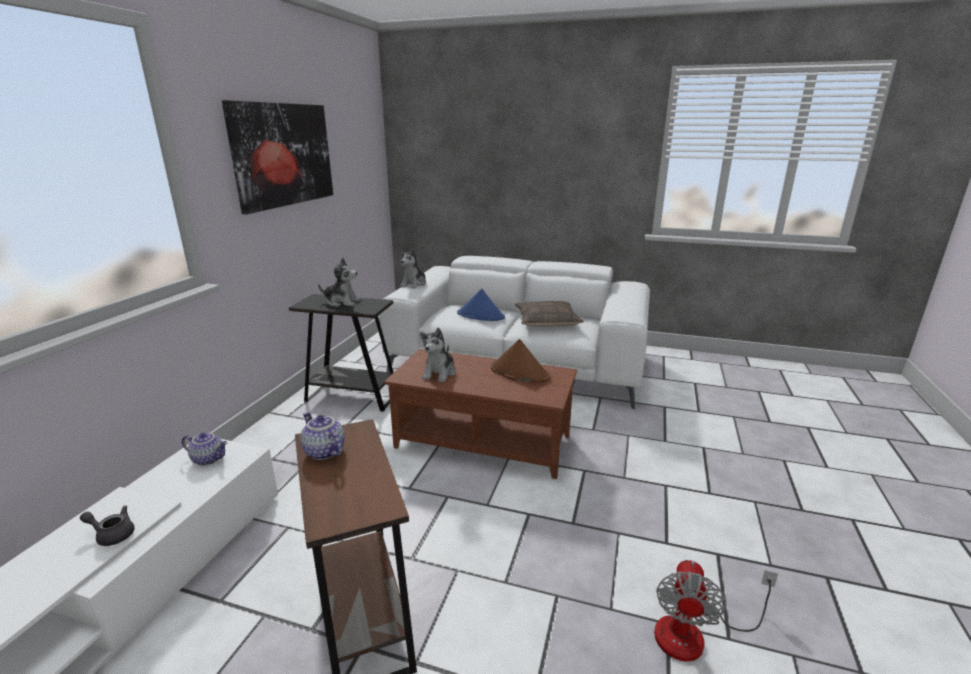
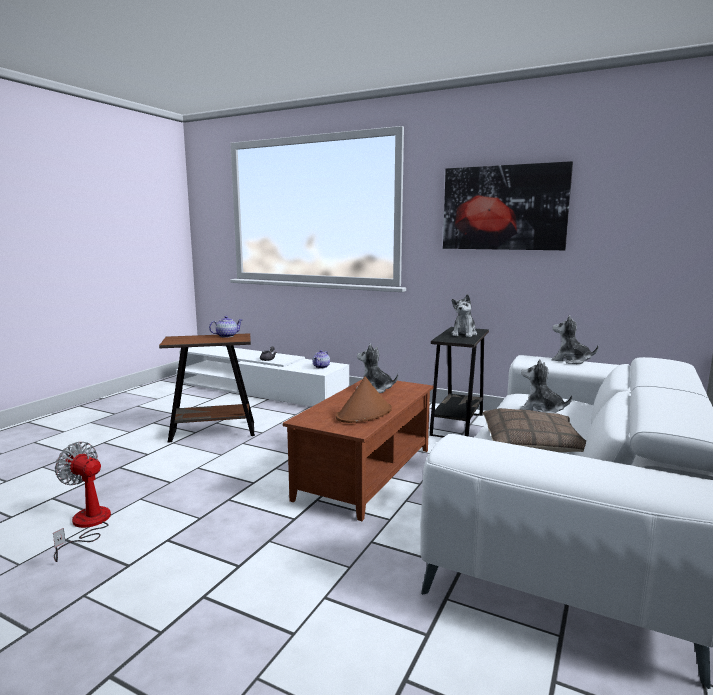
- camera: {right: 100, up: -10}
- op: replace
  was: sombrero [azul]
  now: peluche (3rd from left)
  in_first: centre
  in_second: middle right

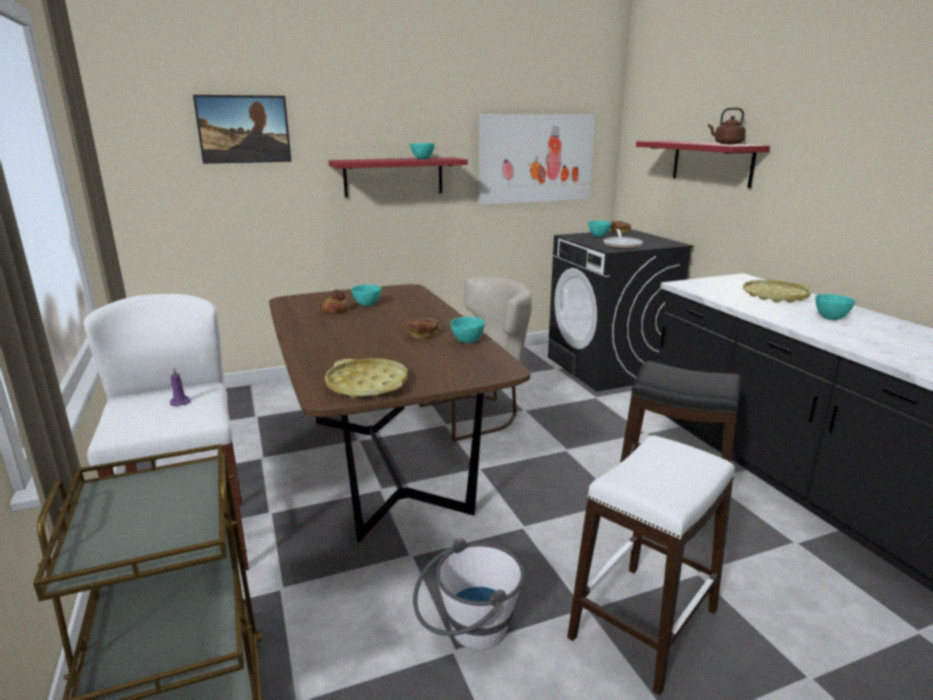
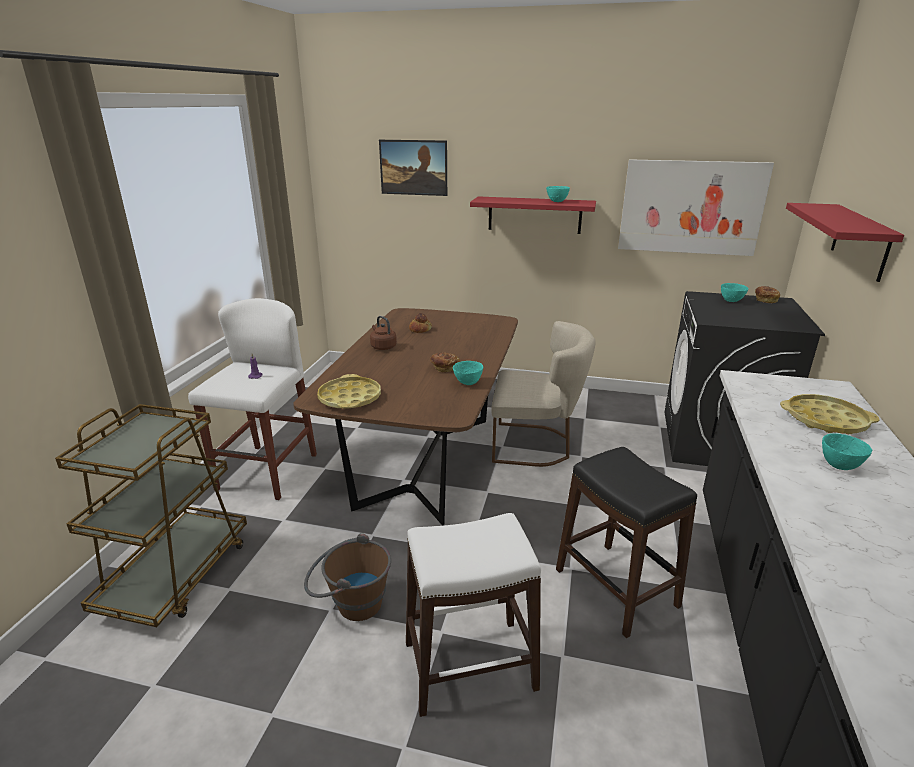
- camera: {right: 35, up: 5}
- op: move
  was: hervidor [marrón]
  in_first: top right
  in_second: centre
- op: delete
  was: sartén
  in_first: middle right
- op: delete
  was: cuenco [turquesa] (1st from left)
  in_first: centre
- op: recolor
  was: cubo [blanco]
  now: cubo [marrón]
  in_first: bottom centre
  in_second: bottom centre

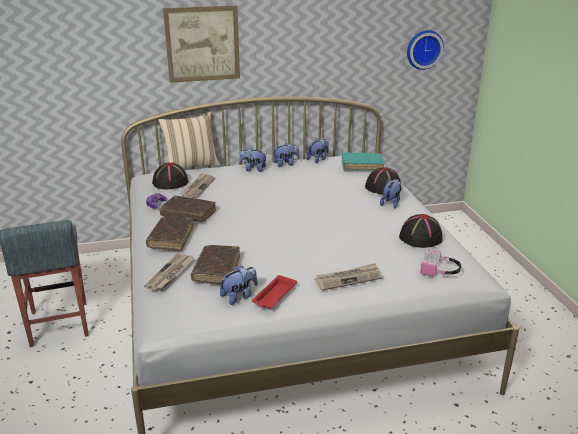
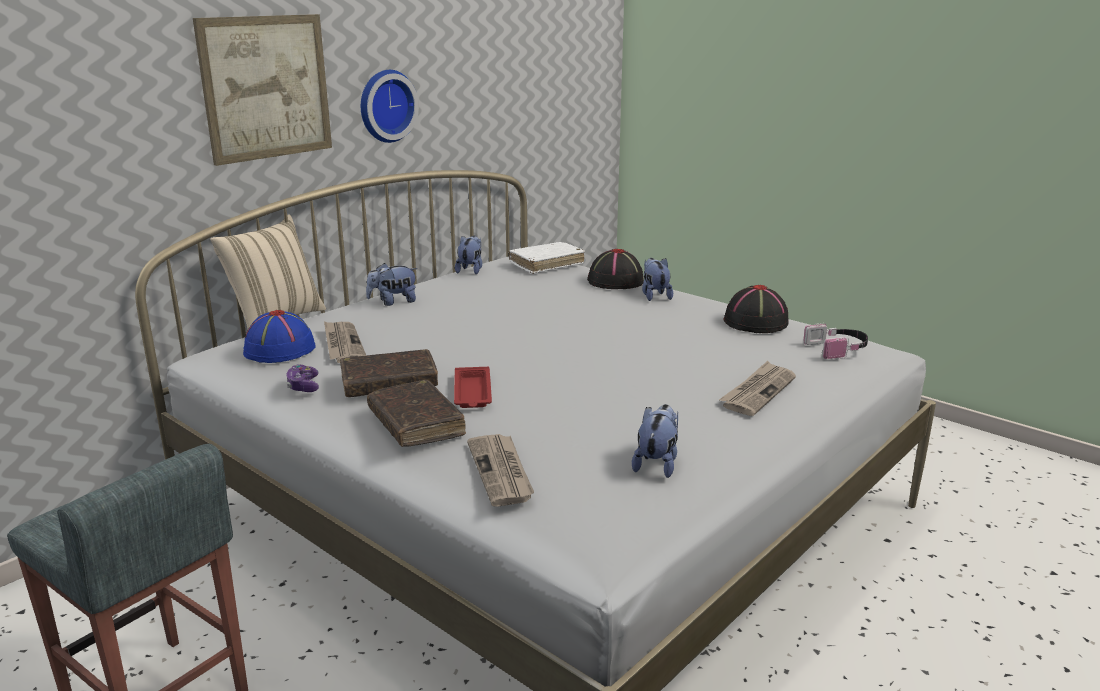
- camera: {right: -35, up: -5}
- op: move
  was: reloj de pared
  in_first: top right
  in_second: top centre
- op: delete
  was: peluche (3rd from left)
  in_first: centre
- op: recolor
  was: libro [turquesa]
  now: libro [blanco]
  in_first: centre
  in_second: centre
- op: recolor
  was: sombrero [negro] (1st from left)
  now: sombrero [azul]
  in_first: middle left
  in_second: middle left
- op: delete
  was: libro [marrón] (3rd from left)
  in_first: centre
- op: move
  was: bandeja [rojo]
  in_first: bottom centre
  in_second: centre

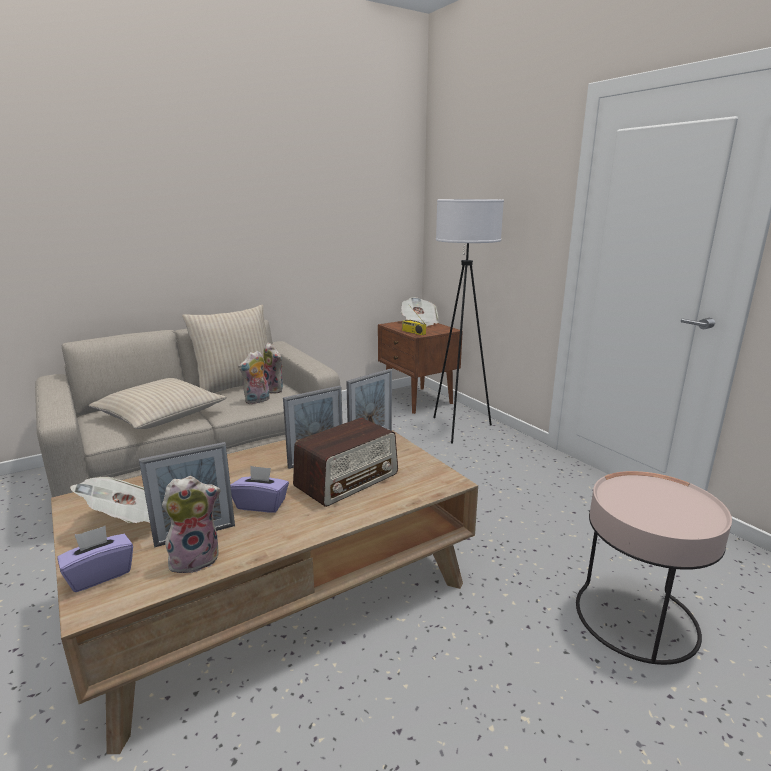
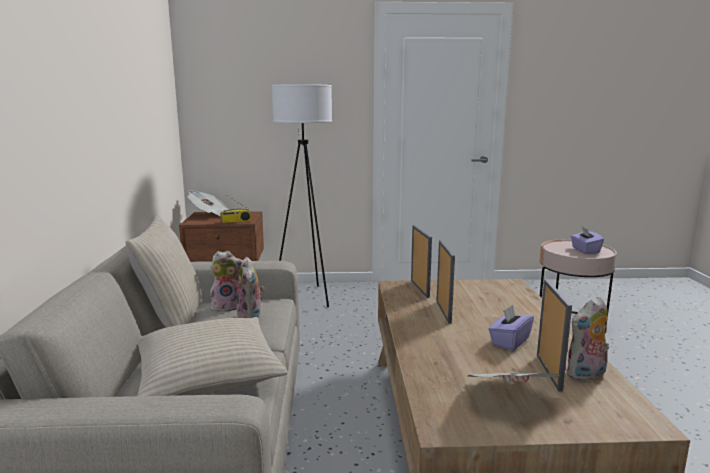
- camera: {right: -60, up: -5}
- op: delete
  was: radio (1st from left)
  in_first: centre
- op: rotate
  was: peluche (1st from left in the first image)
  in_first: bottom left
  in_second: bottom right
  clockwise: -120
- op: move
  was: caja de pañuelos [morado] (1st from left in the first image)
  now: caja de pañuelos [morado] (2nd from left)
  in_first: bottom left
  in_second: middle right

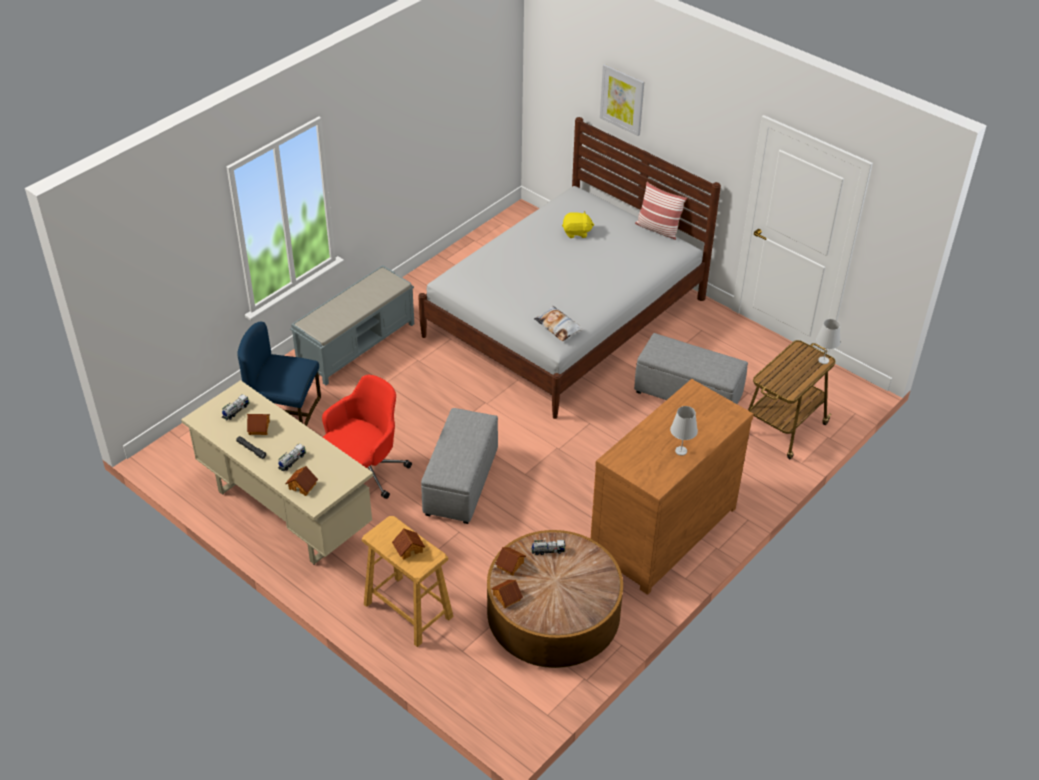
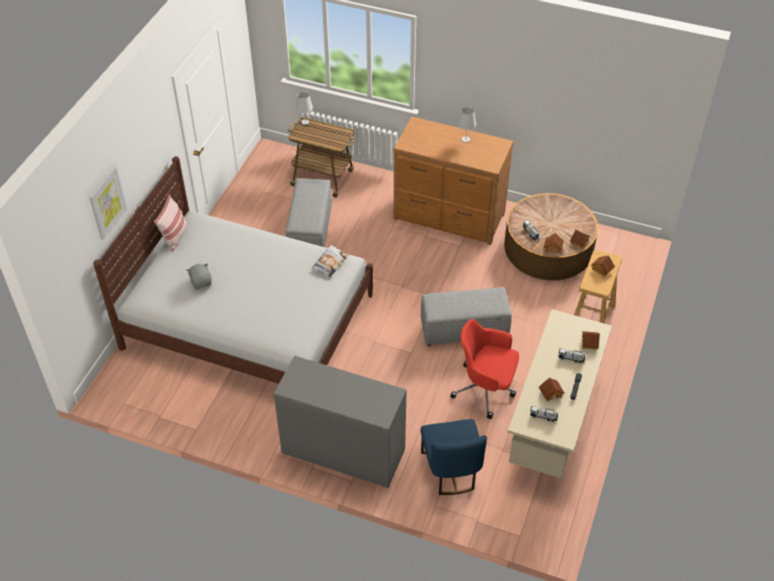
- camera: {right: -110, up: 5}
- op: recolor
  was: peluche [amarillo]
  now: peluche [gris]
  in_first: top centre
  in_second: middle left
- op: replace
  was: banco [gris]
  now: cómoda [gris]
  in_first: centre
  in_second: bottom centre

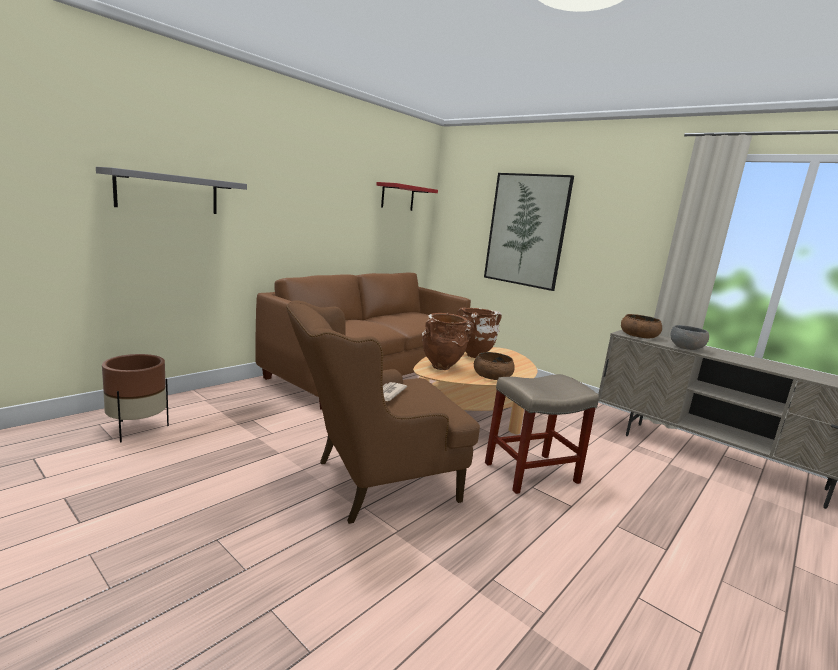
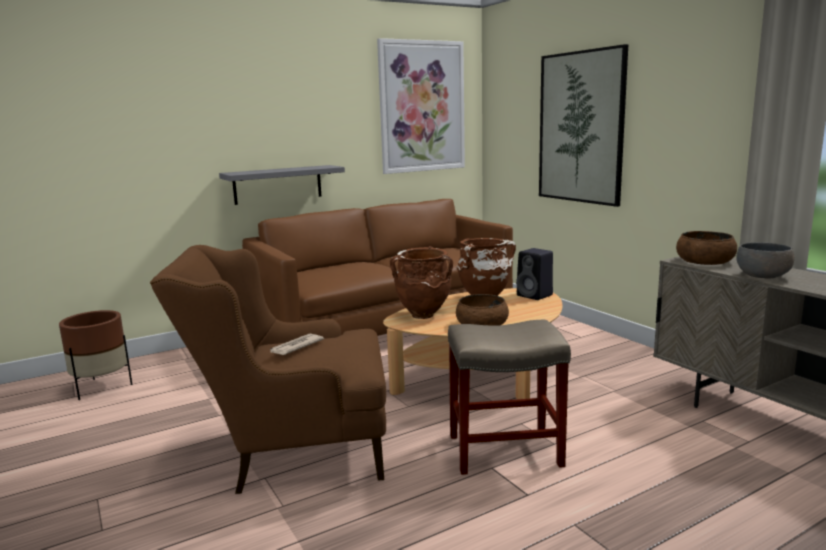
- camera: {right: 20, up: 0}
- op: move
  was: estante [gris]
  in_first: top left
  in_second: centre
- op: replace
  was: estante [rojo]
  now: cuadro (1st from left)
  in_first: top centre
  in_second: top centre
- op: insert
  now: altavoz [negro]
  in_second: centre

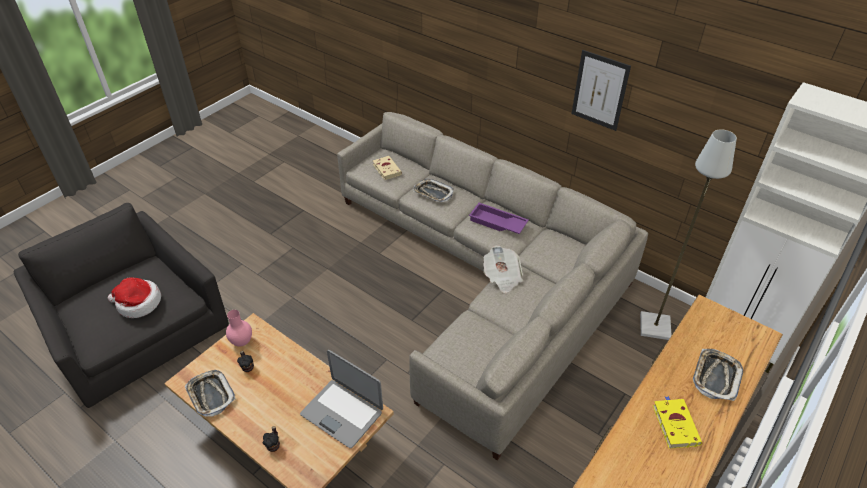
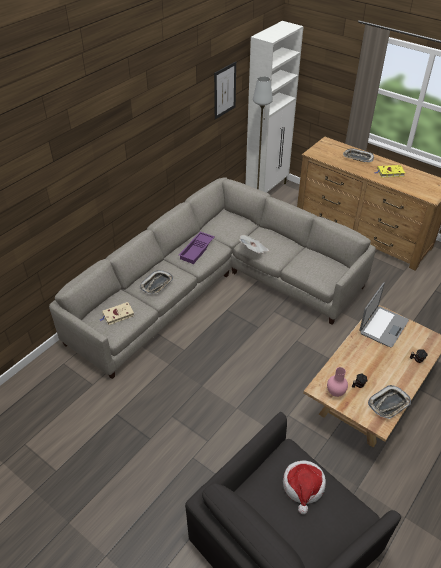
- camera: {right: -90, up: 0}
- op: move
  was: cuadro
  in_first: top right
  in_second: top centre

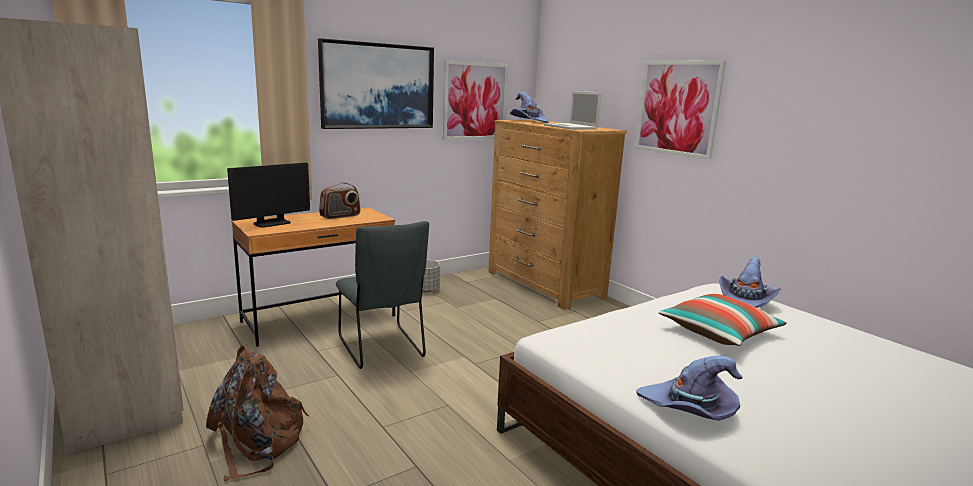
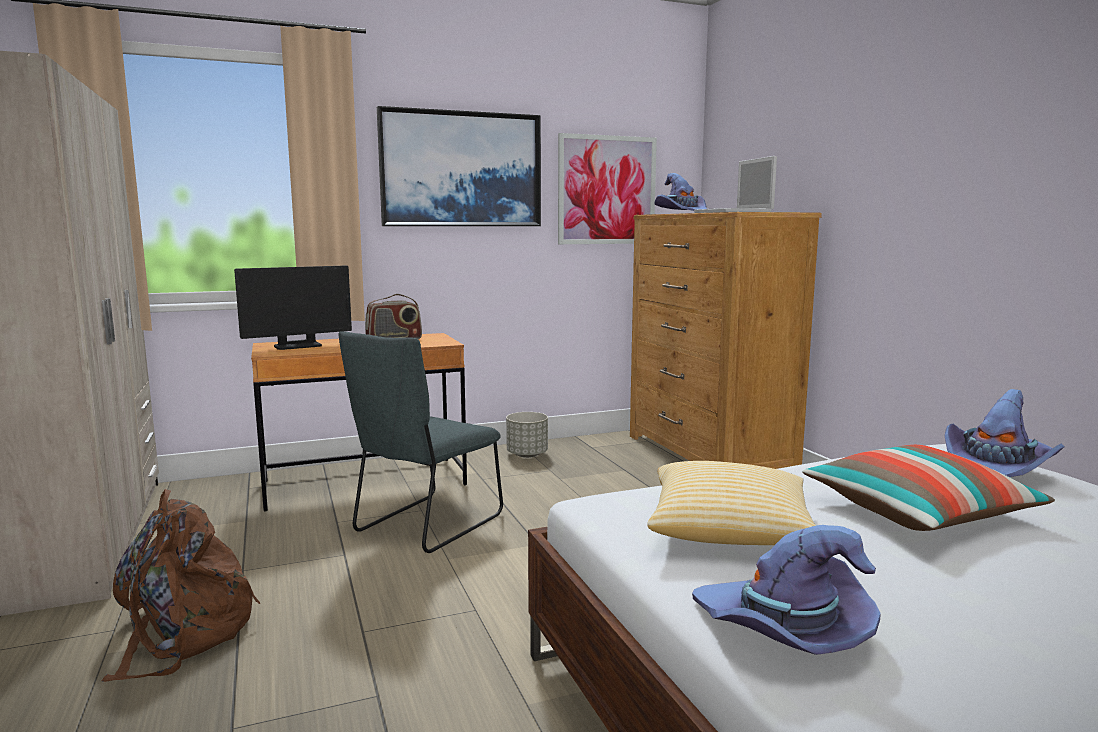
- camera: {right: 15, up: -5}
- op: delete
  was: cuadro (3rd from left)
  in_first: top right
- op: rotate
  was: silla [gris]
  in_first: centre
  in_second: centre
  clockwise: 45
- op: insert
  now: cojín (1st from left)
  in_second: bottom centre

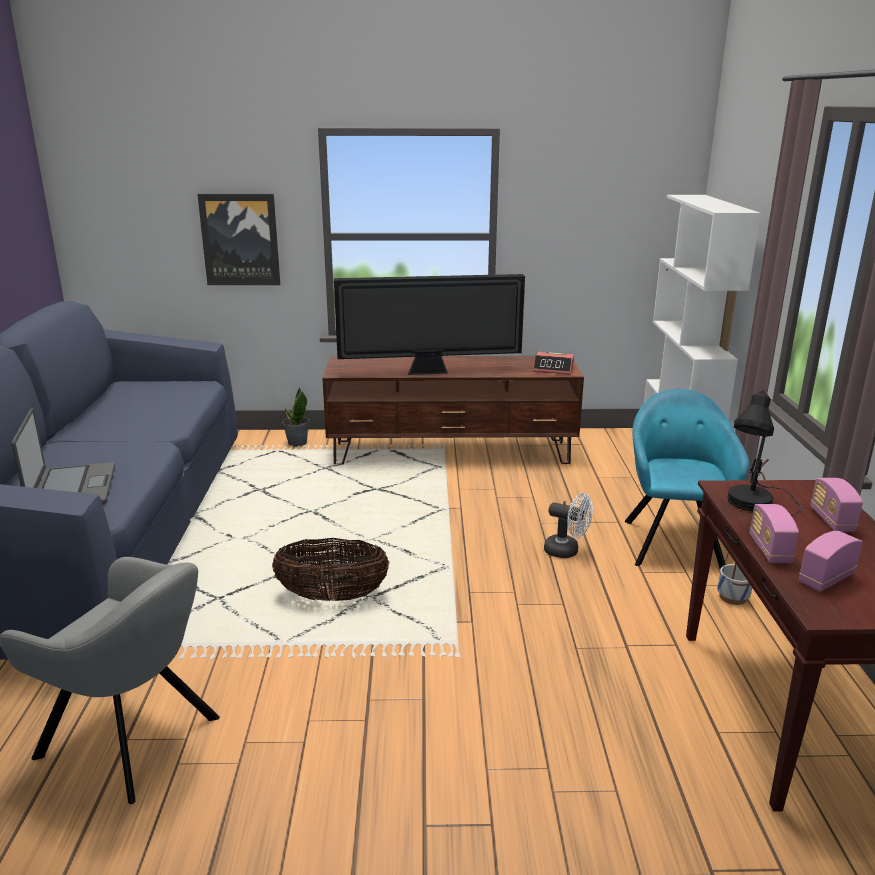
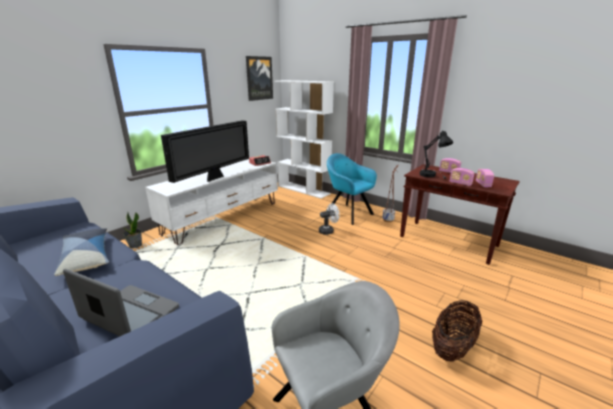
- camera: {right: -50, up: 0}
- op: move
  was: cuadro
  in_first: top left
  in_second: top centre
- op: recolor
  was: mueble de televisión [marrón]
  now: mueble de televisión [blanco]
  in_first: centre
  in_second: centre
- op: move
  was: cesta
  in_first: centre
  in_second: bottom right
- op: insert
  now: cojín
  in_second: middle left

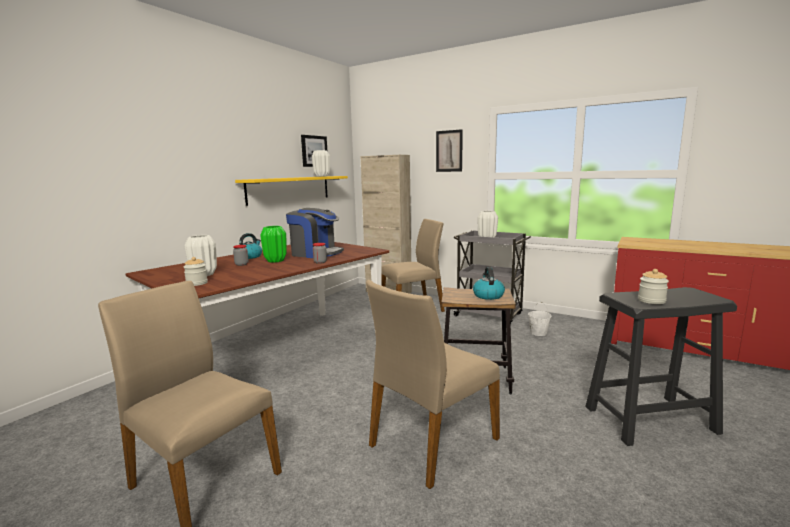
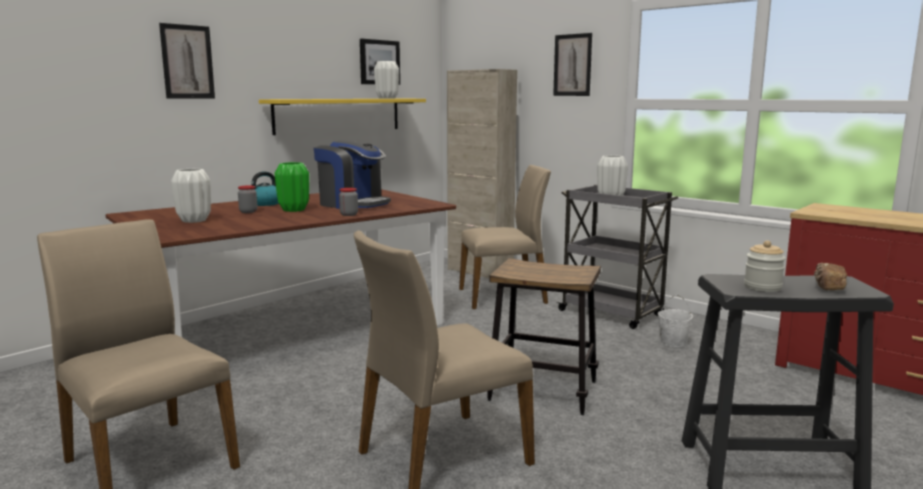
- camera: {right: 10, up: 0}
- op: delete
  was: tarro (1st from left)
  in_first: middle left
- op: delete
  was: hervidor (2nd from left)
  in_first: centre
- op: insert
  now: cuadro (1st from left)
  in_second: top left
- op: insert
  now: pan
  in_second: middle right

